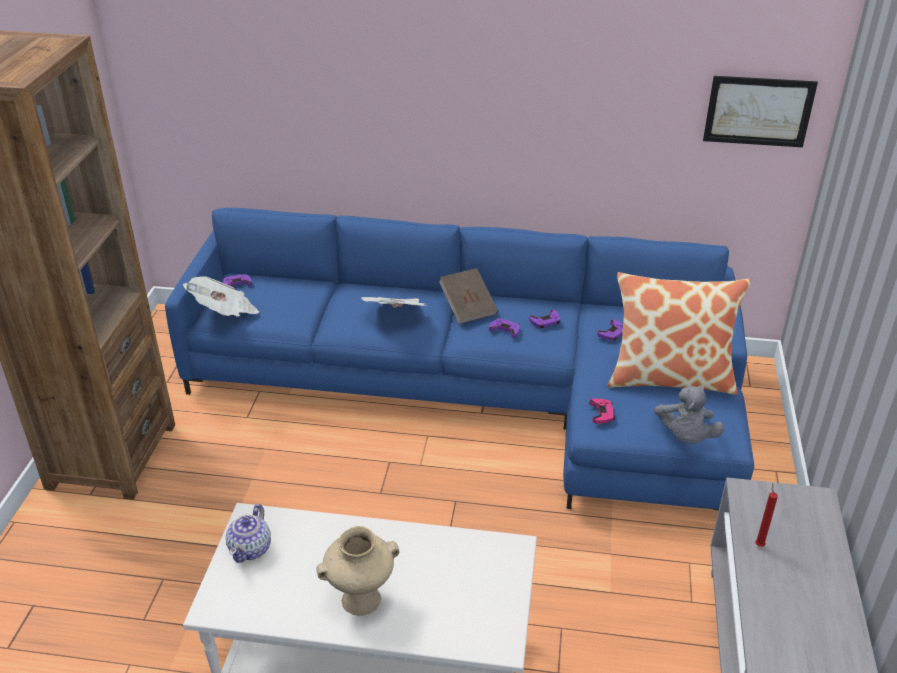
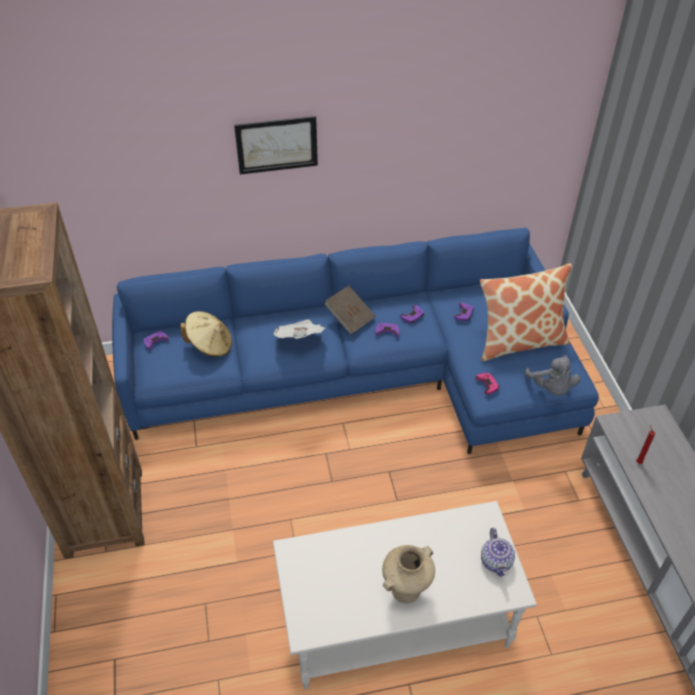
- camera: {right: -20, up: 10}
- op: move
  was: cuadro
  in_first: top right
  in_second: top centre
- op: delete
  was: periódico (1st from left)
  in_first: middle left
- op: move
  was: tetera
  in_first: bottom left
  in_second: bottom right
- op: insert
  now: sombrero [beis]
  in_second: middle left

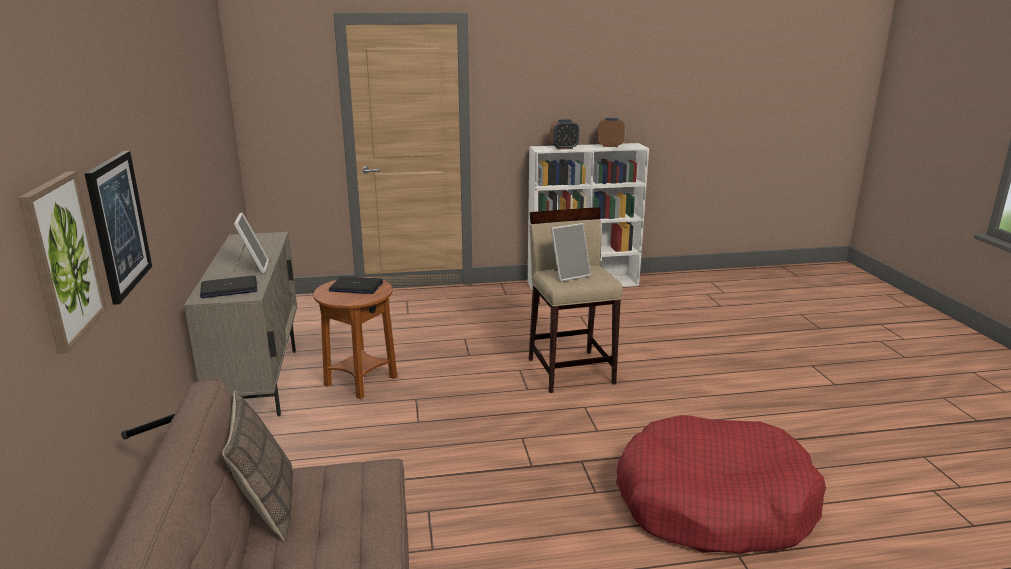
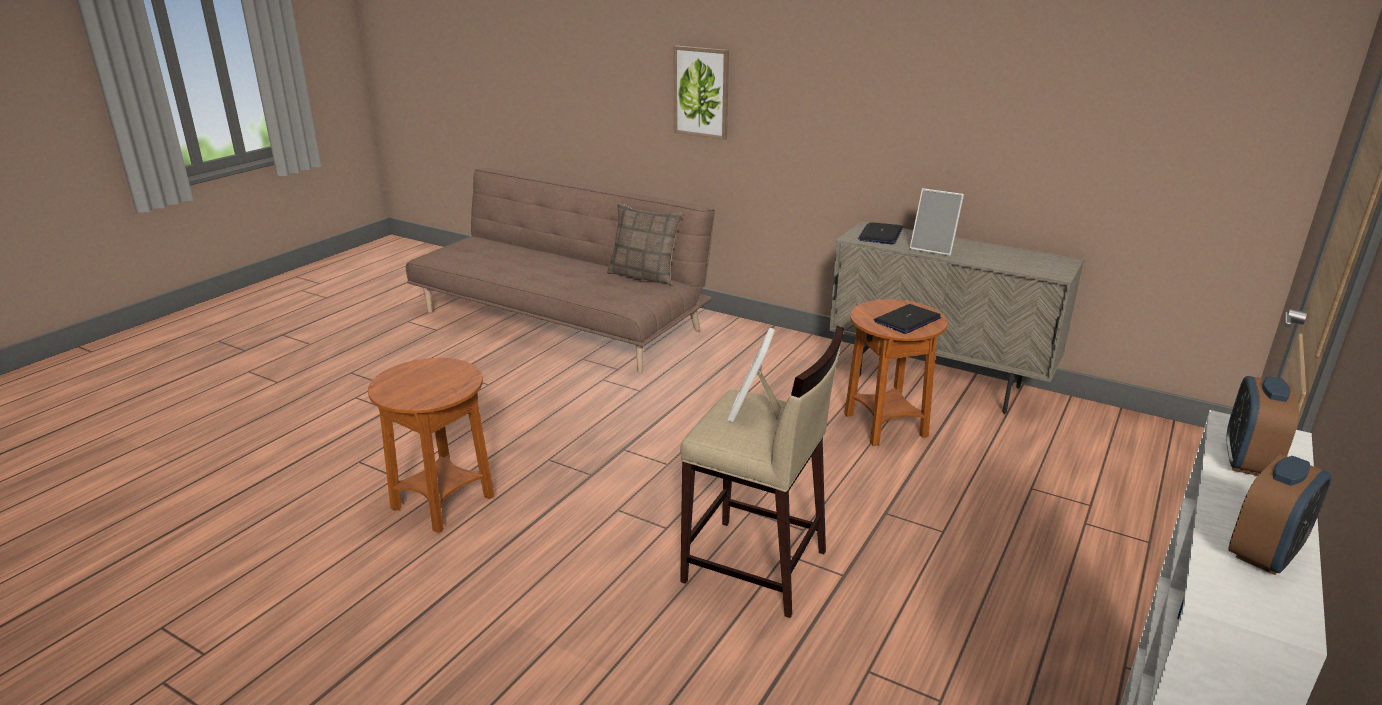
- camera: {right: 130, up: 5}
- op: delete
  was: cuadro (2nd from left)
  in_first: middle left
- op: replace
  was: cama para perro [rojo]
  now: mesa auxiliar [marrón] (1st from left)
  in_first: bottom right
  in_second: middle left

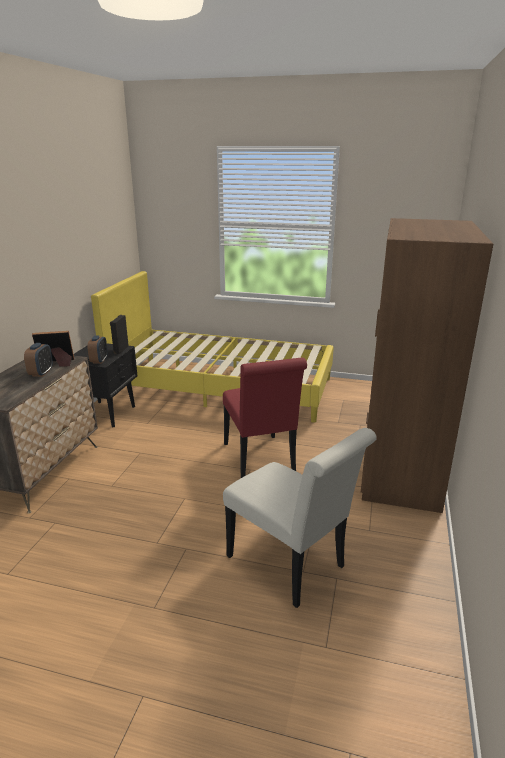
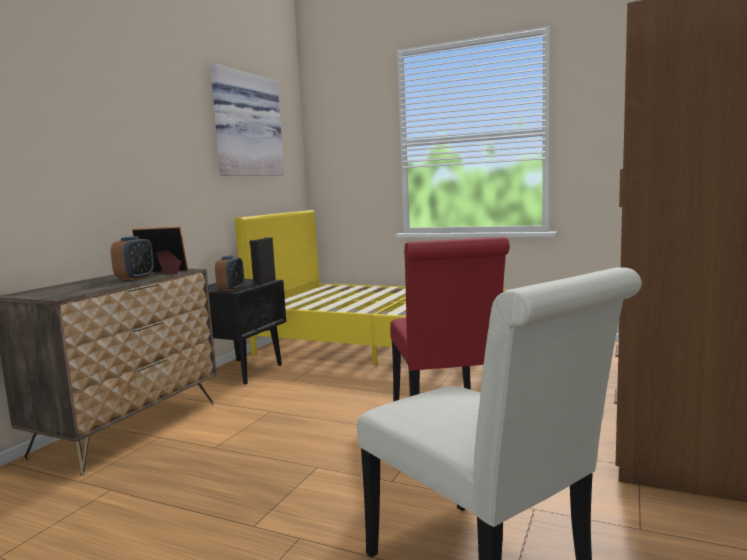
- camera: {right: 10, up: -15}
- op: insert
  now: cuadro
  in_second: top left

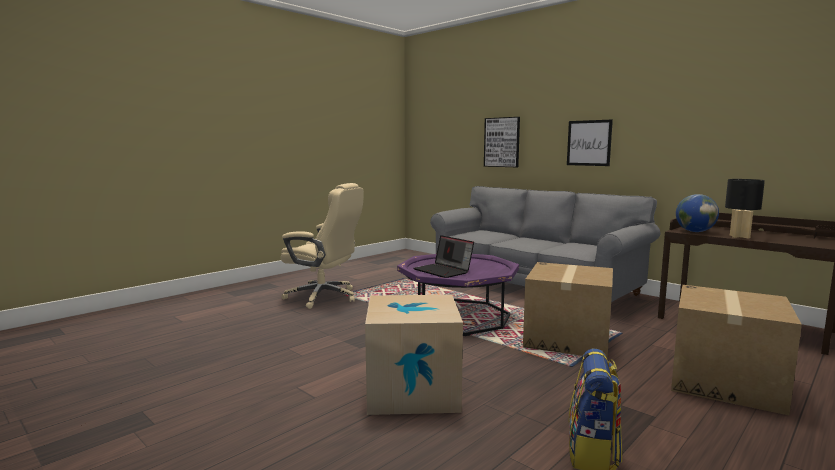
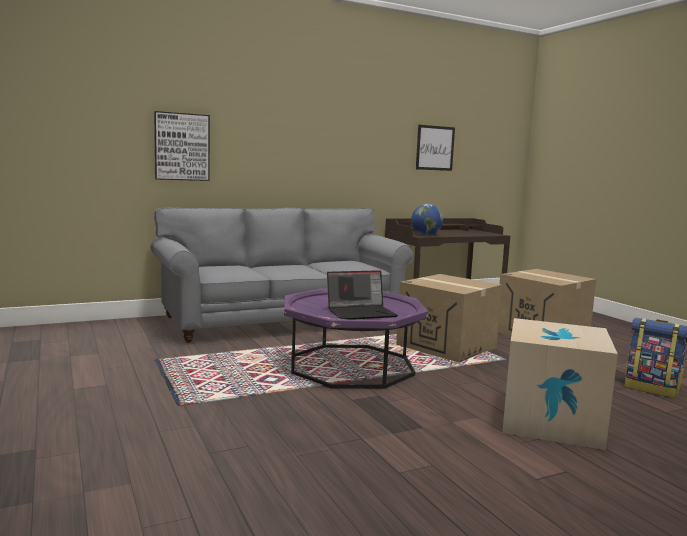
- camera: {right: -70, up: 0}
- op: move
  was: cuadro (2nd from left)
  in_first: top right
  in_second: top centre
- op: delete
  was: lámpara de mesa [negro]
  in_first: middle right
- op: delete
  was: silla de oficina [beis]
  in_first: centre

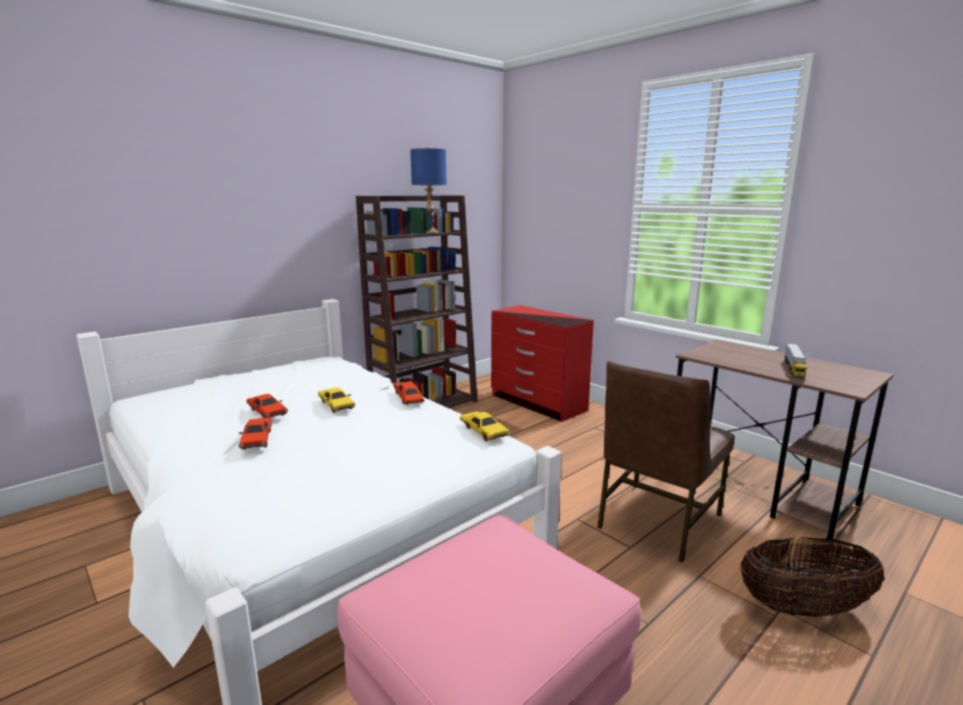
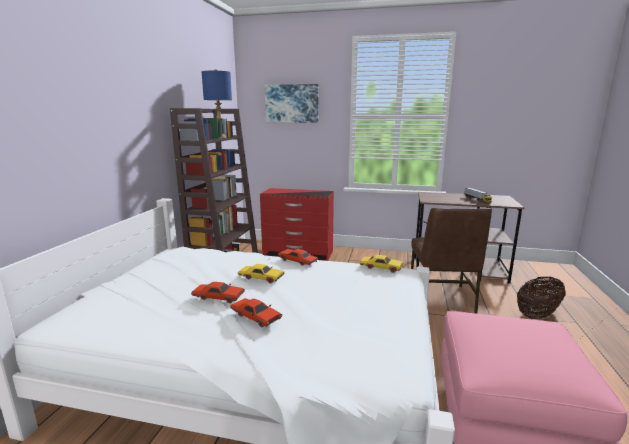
- camera: {right: -35, up: 0}
- op: insert
  now: cuadro
  in_second: top centre

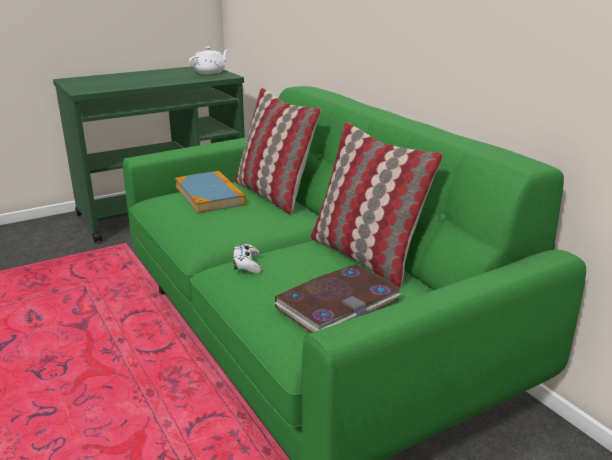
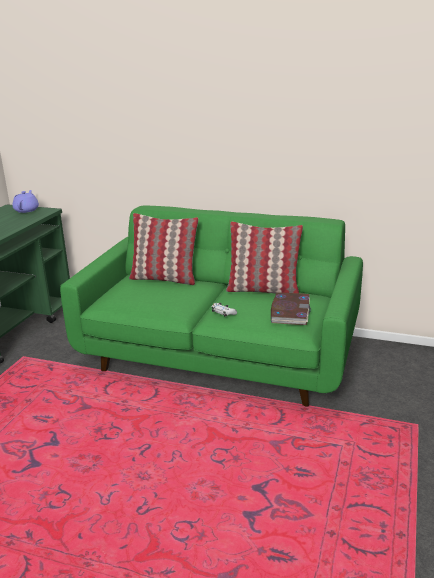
- camera: {right: -40, up: 0}
- op: recolor
  was: tetera [blanco]
  now: tetera [morado]
  in_first: top centre
  in_second: middle left
- op: delete
  was: libro (1st from left)
  in_first: centre

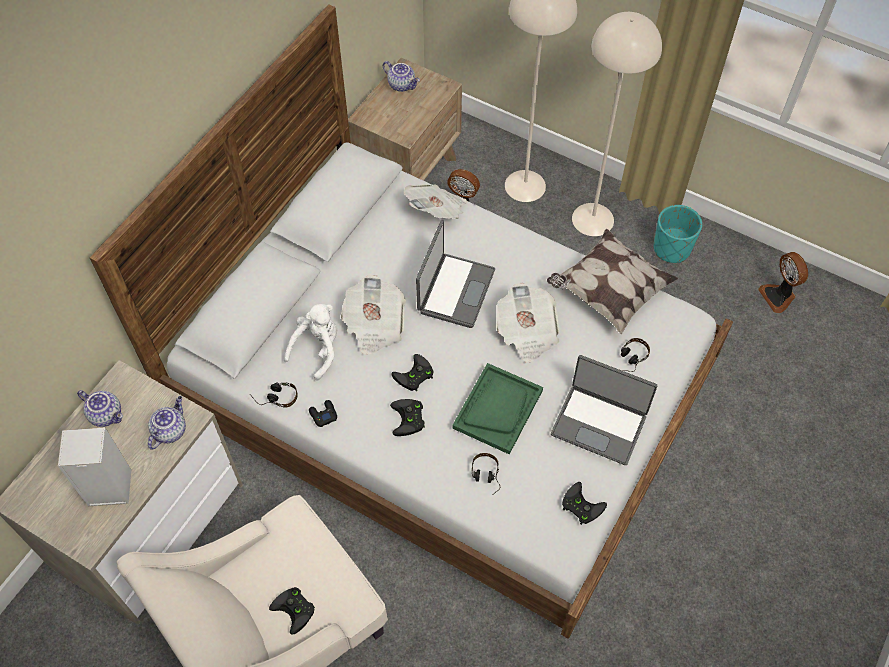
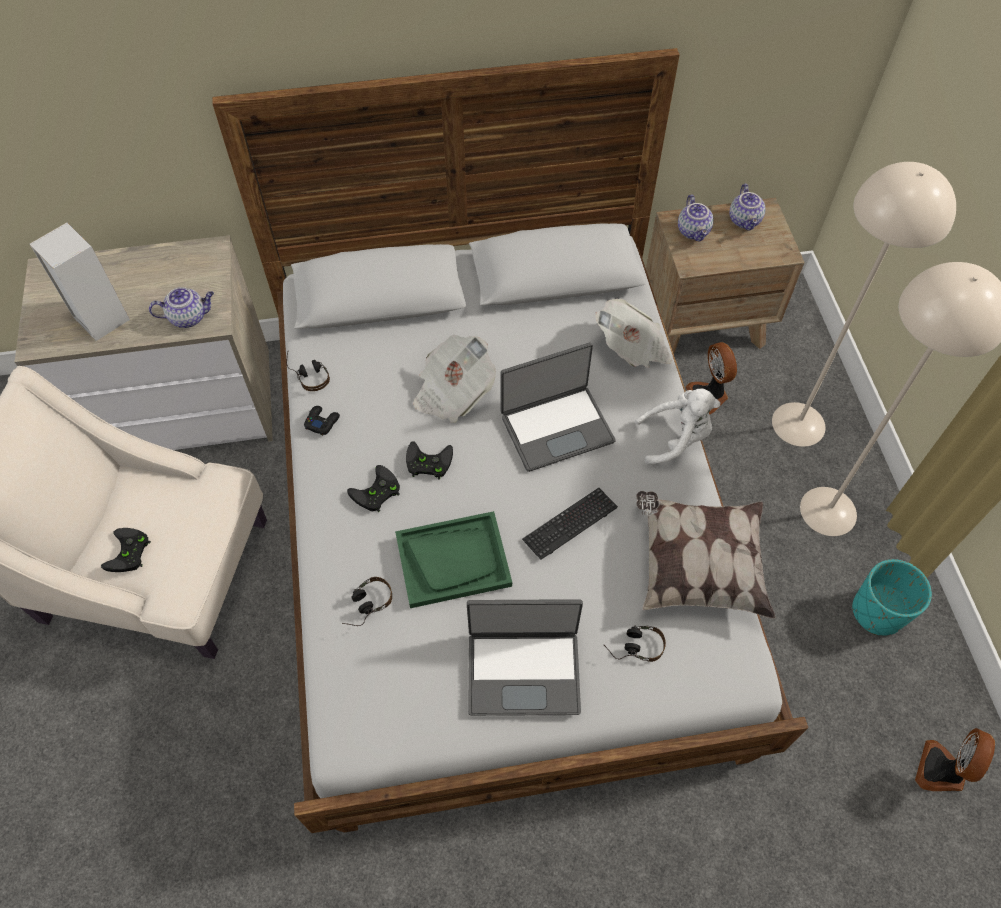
- camera: {right: 50, up: 0}
- op: replace
  was: periódico (3rd from left)
  now: teclado
  in_first: centre
  in_second: centre
- op: move
  was: peluche [blanco]
  in_first: centre
  in_second: middle right
- op: rotate
  was: portátil (2nd from left in the first image)
  in_first: middle right
  in_second: bottom centre
  clockwise: -75
- op: move
  was: tetera (1st from left in the first image)
  now: tetera (2nd from left)
  in_first: middle left
  in_second: top right
- op: delete
  was: mando de consola [negro] (5th from left)
  in_first: bottom centre

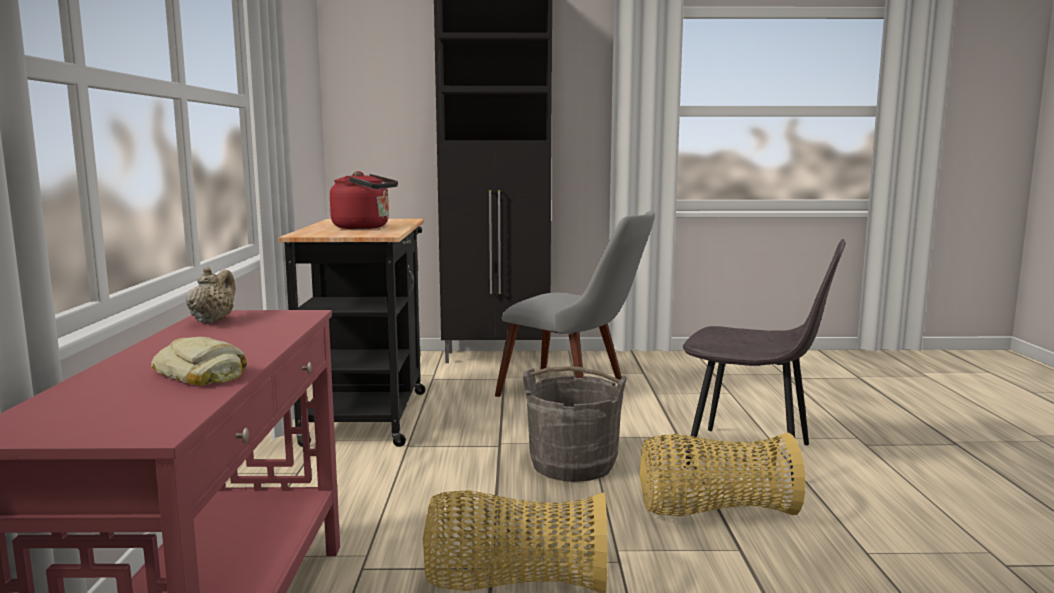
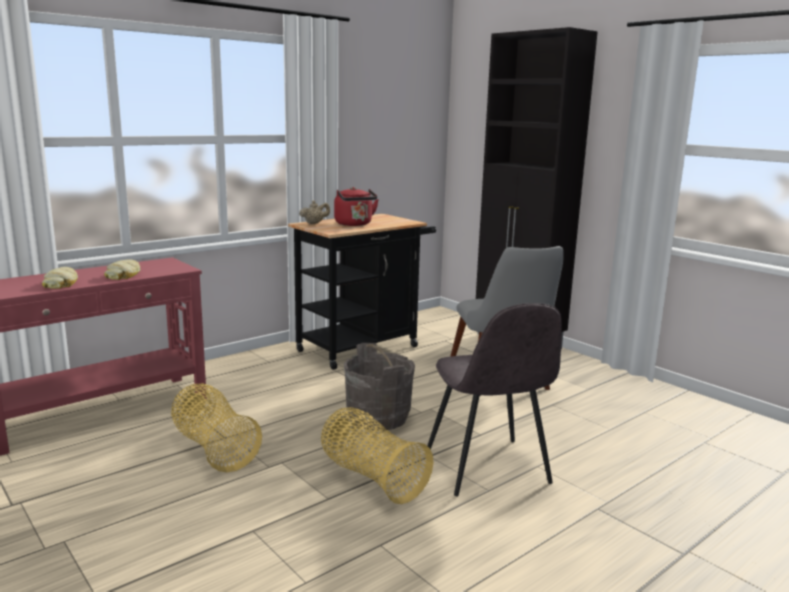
- camera: {right: 50, up: 5}
- op: move
  was: tetera [beis]
  in_first: middle left
  in_second: centre
- op: insert
  now: pan (2nd from left)
  in_second: middle left

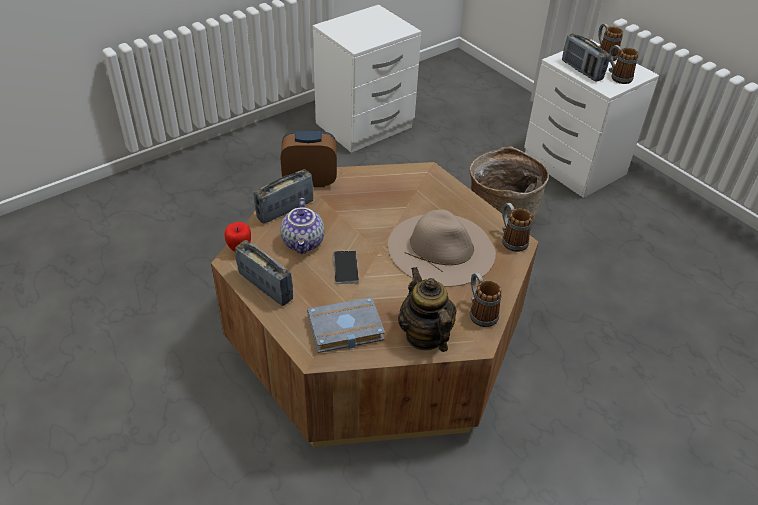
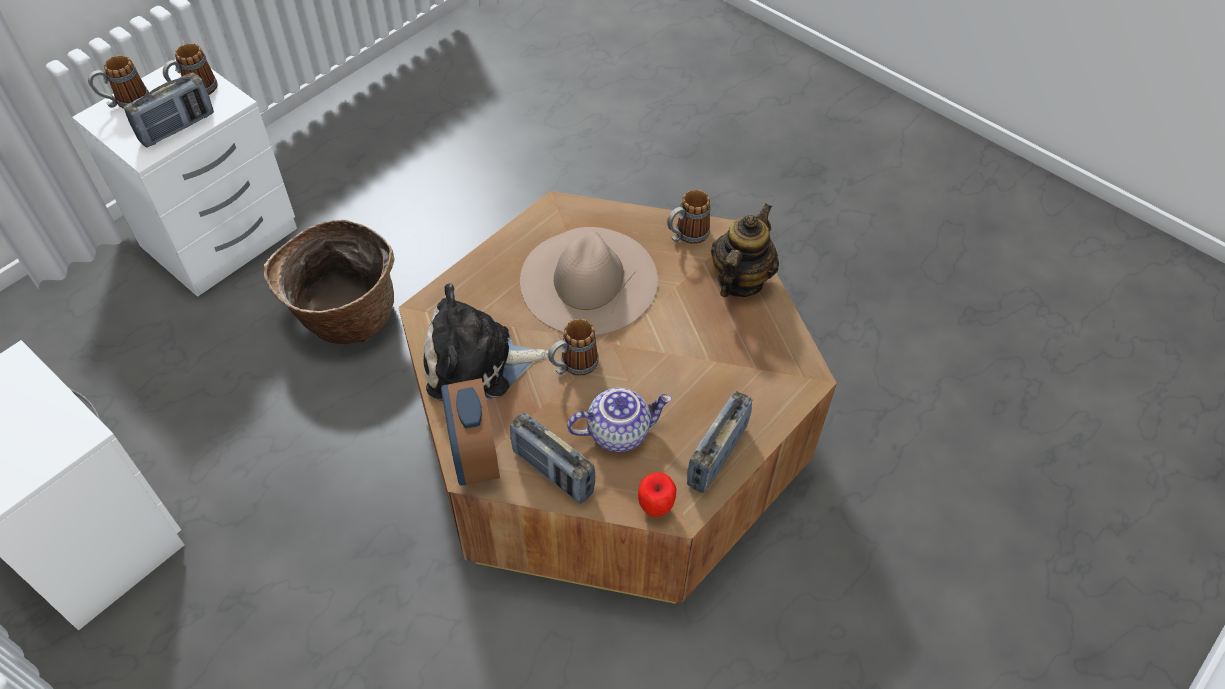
- camera: {right: -100, up: 10}
- op: move
  was: taza grande (2nd from left in the first image)
  now: taza grande (3rd from left)
  in_first: middle right
  in_second: centre
- op: delete
  was: móvil
  in_first: centre
- op: rotate
  was: tetera (2nd from left)
  in_first: centre
  in_second: centre
  clockwise: 150
- op: delete
  was: libro [gris]
  in_first: centre
- op: insert
  now: peluche
  in_second: centre

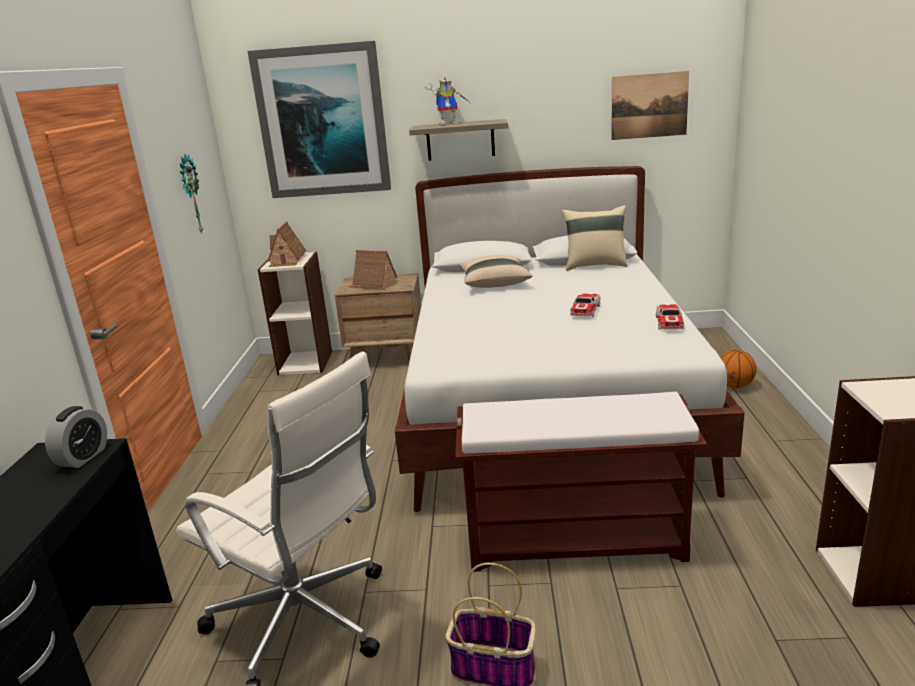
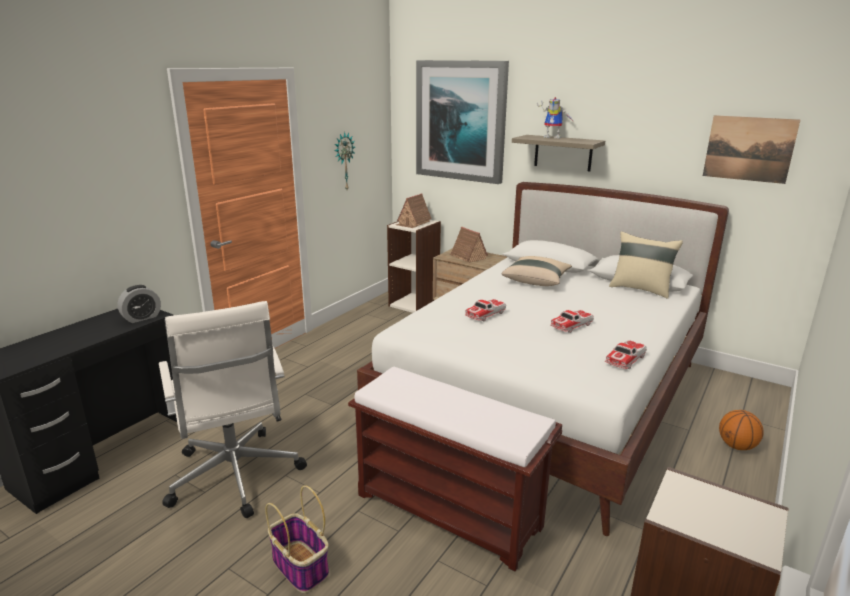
- camera: {right: 30, up: 0}
- op: insert
  now: coche de juguete (1st from left)
  in_second: centre

